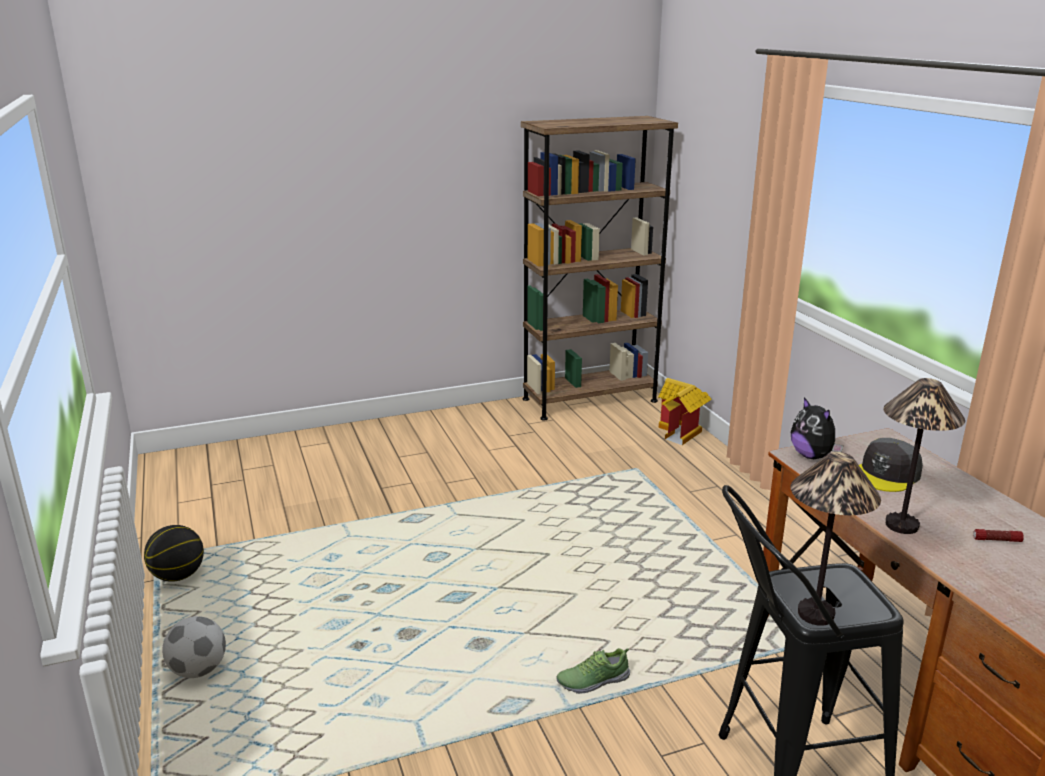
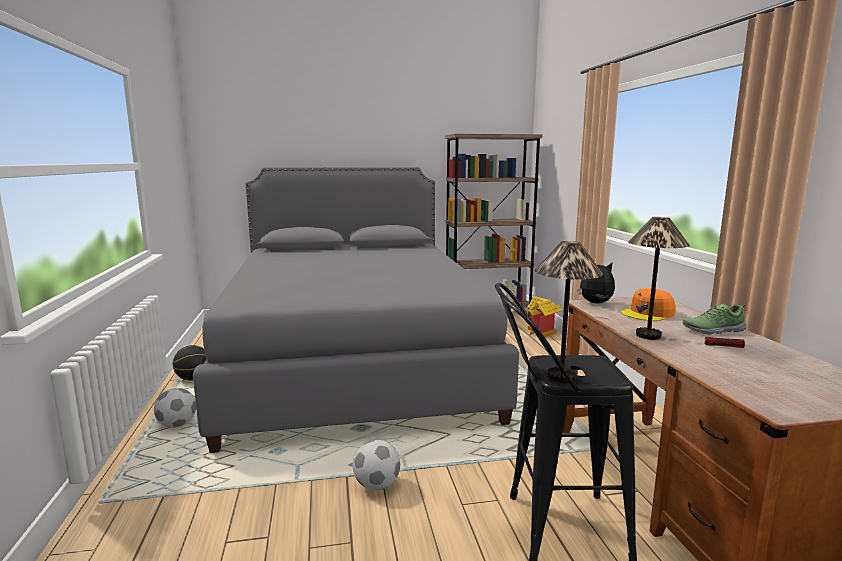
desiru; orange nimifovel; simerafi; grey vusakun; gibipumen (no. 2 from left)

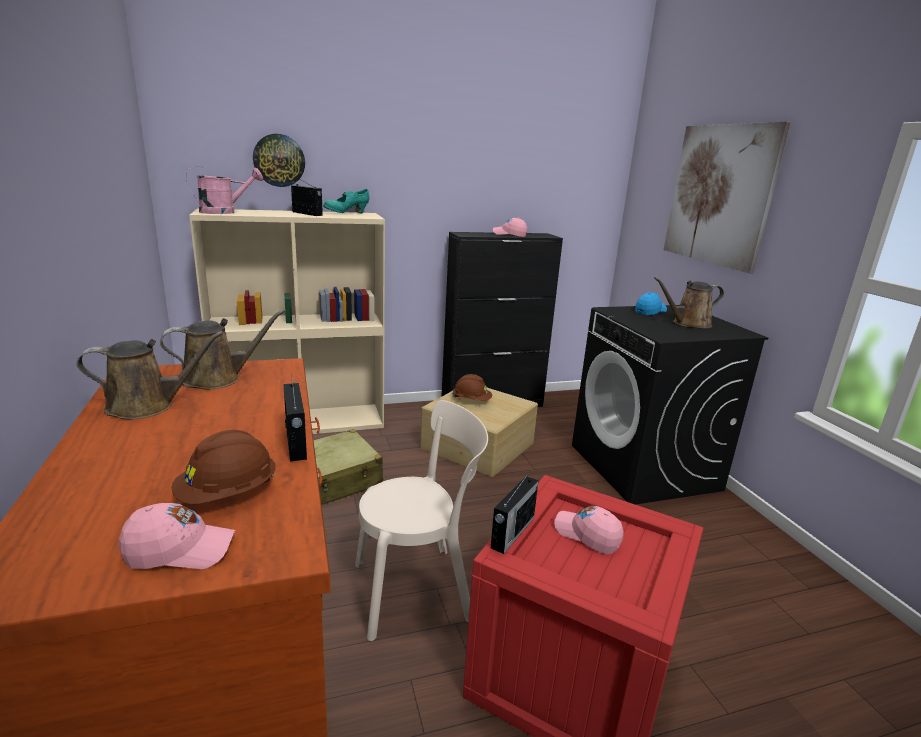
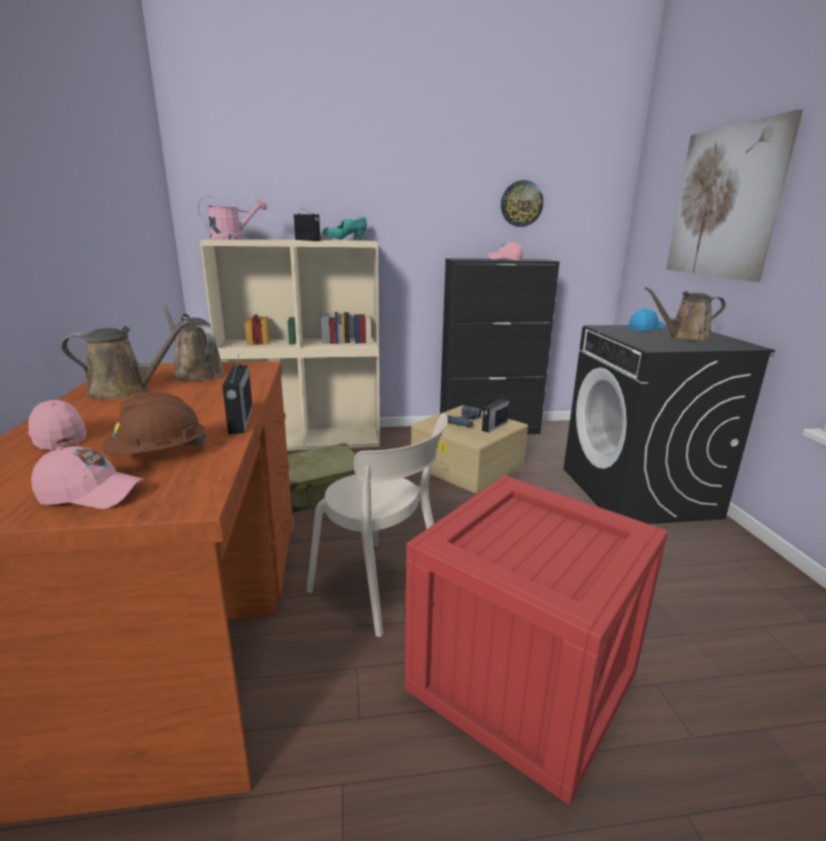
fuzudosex; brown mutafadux (no. 2 from left); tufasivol; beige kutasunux; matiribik (no. 3 from left); pink nimifovel (no. 1 from left)

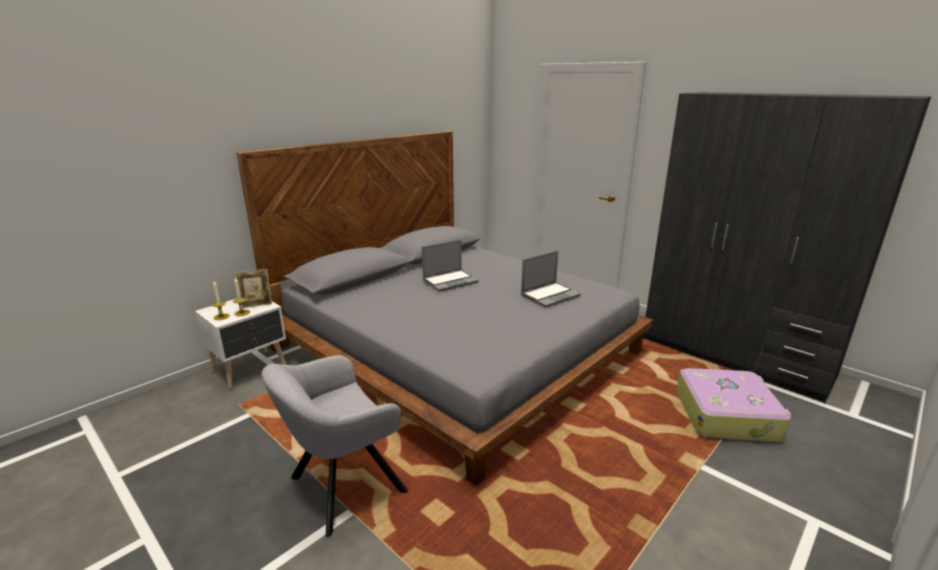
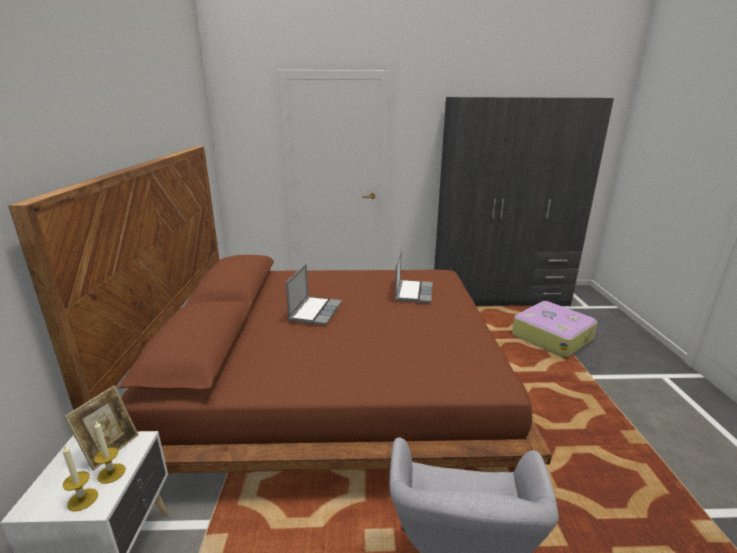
brown vusakun

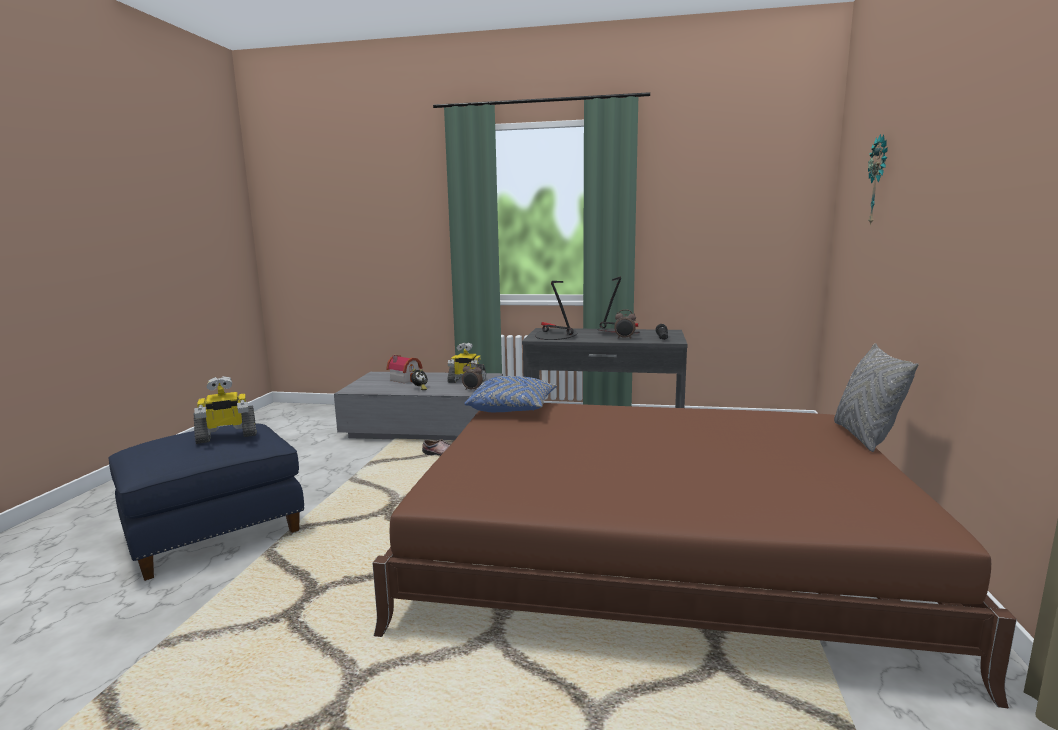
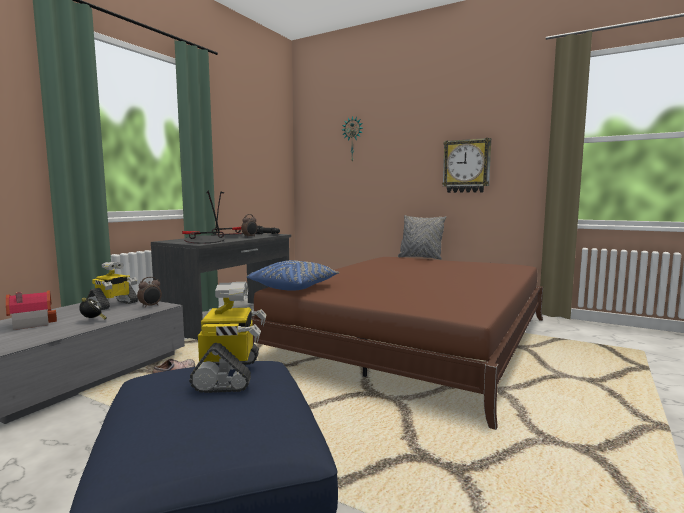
fuzudosex (no. 2 from left)

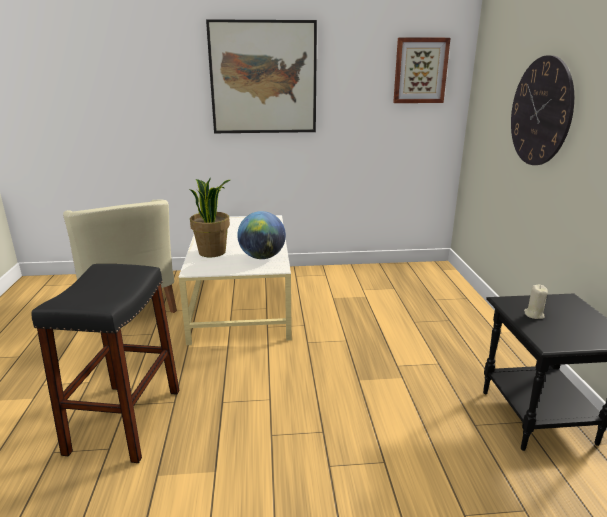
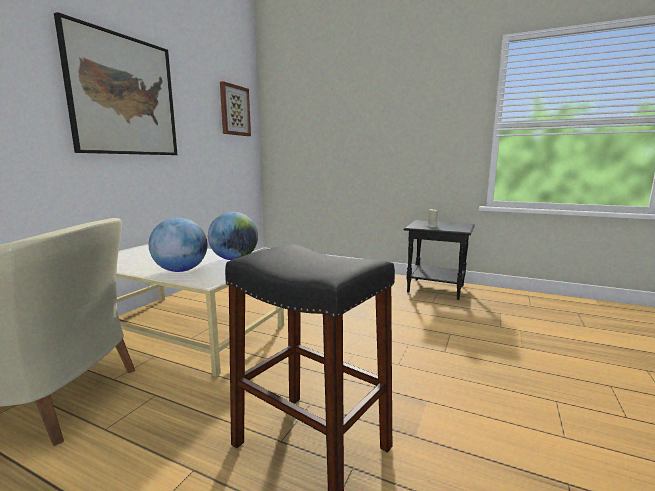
fuzudosex; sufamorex (no. 1 from left)

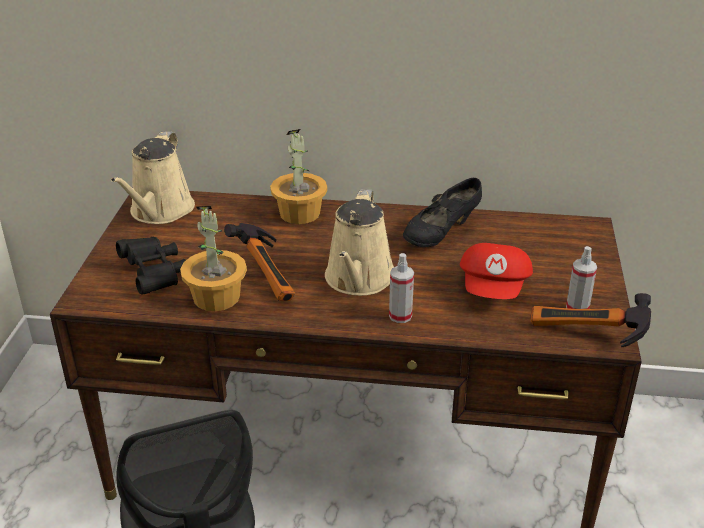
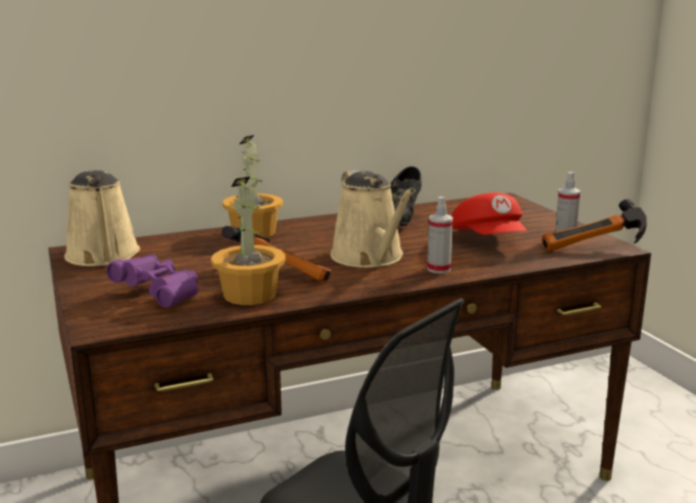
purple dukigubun

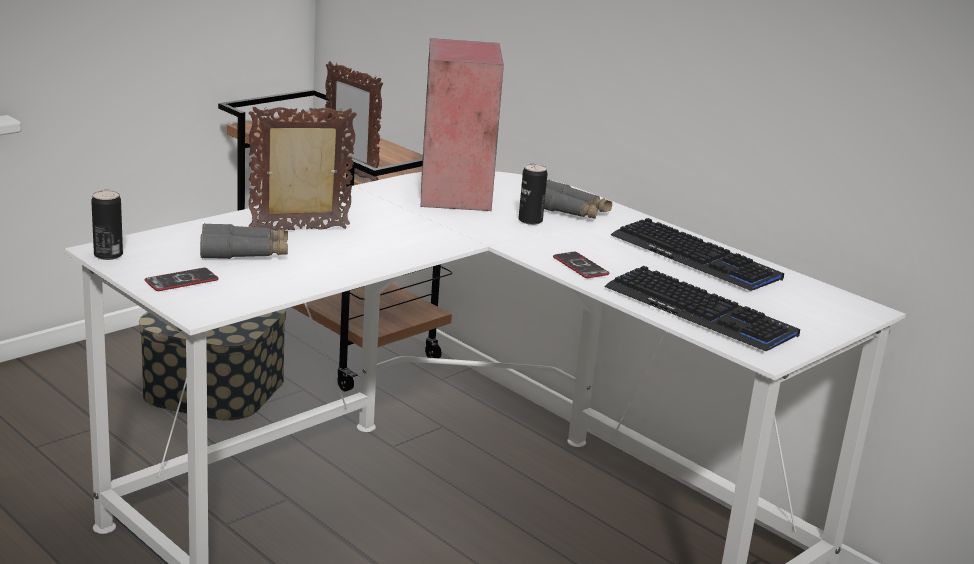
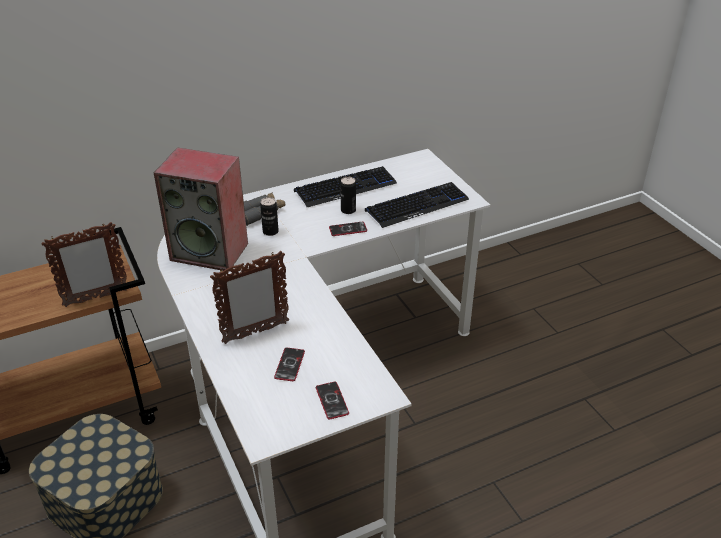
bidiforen (no. 2 from left); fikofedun (no. 2 from left); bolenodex (no. 1 from left)

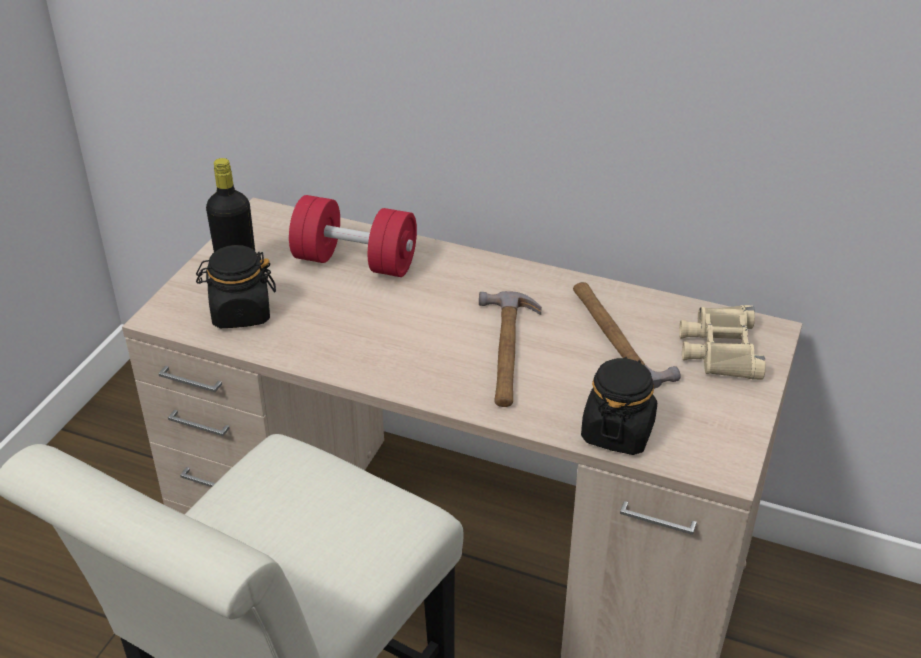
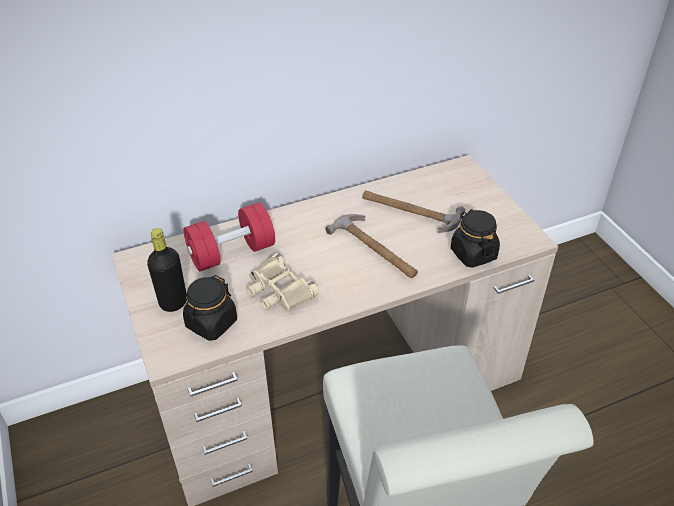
beige dukigubun

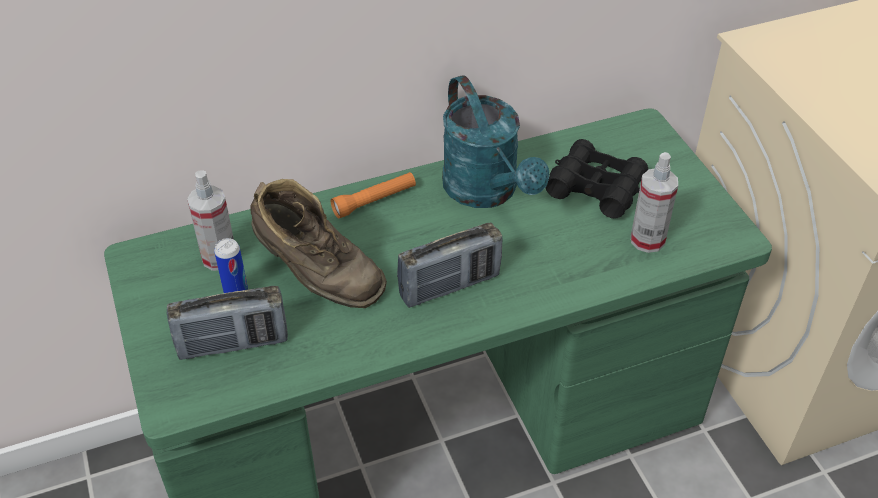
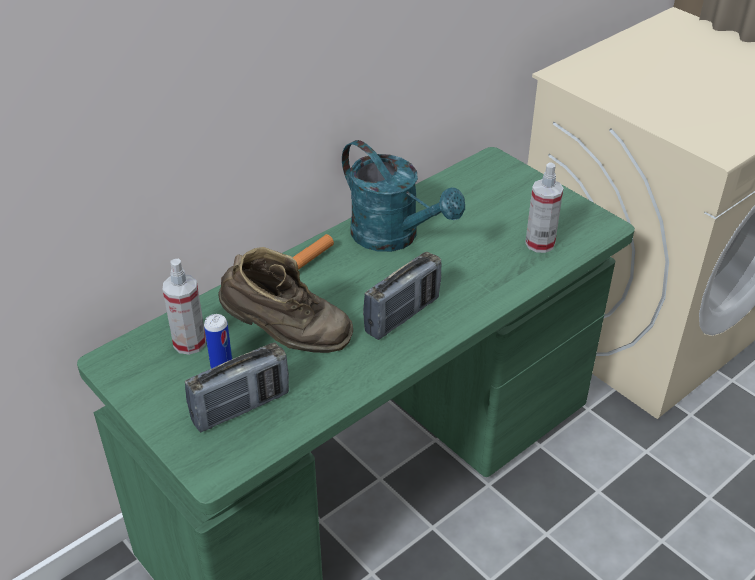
black dukigubun

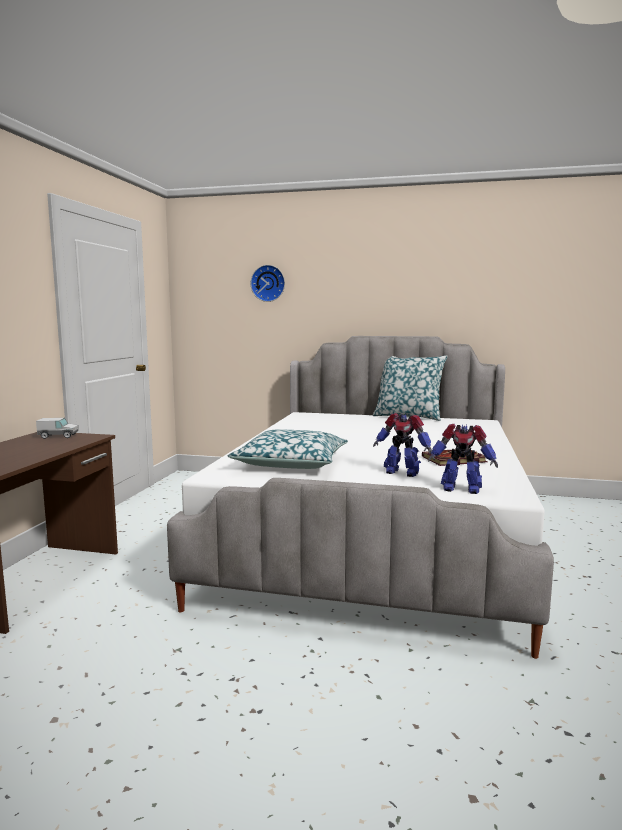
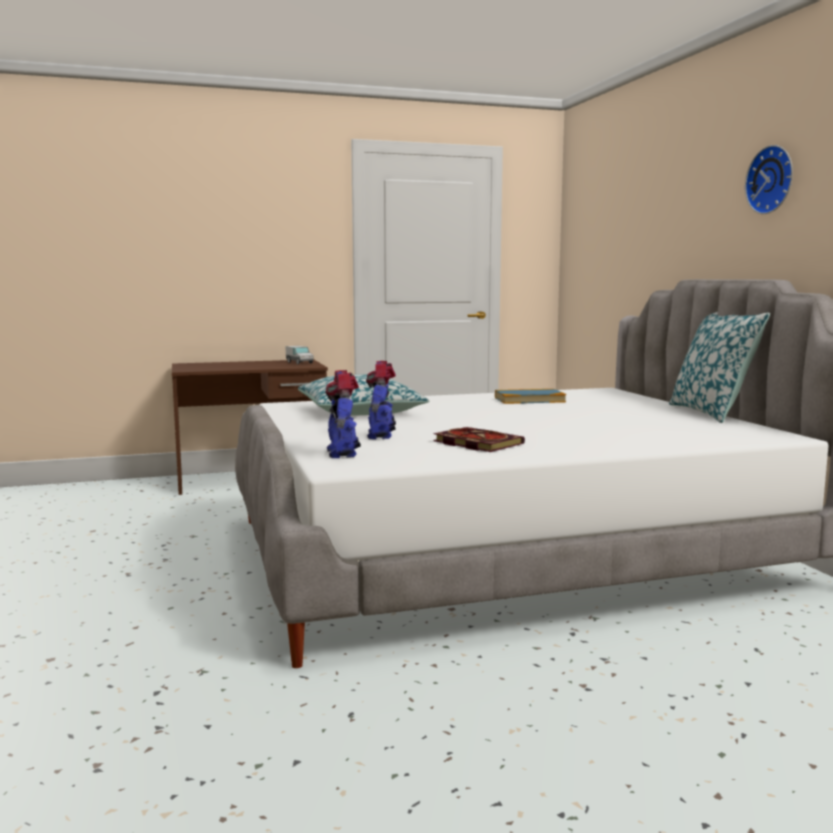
fuzudosex; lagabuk (no. 2 from left)

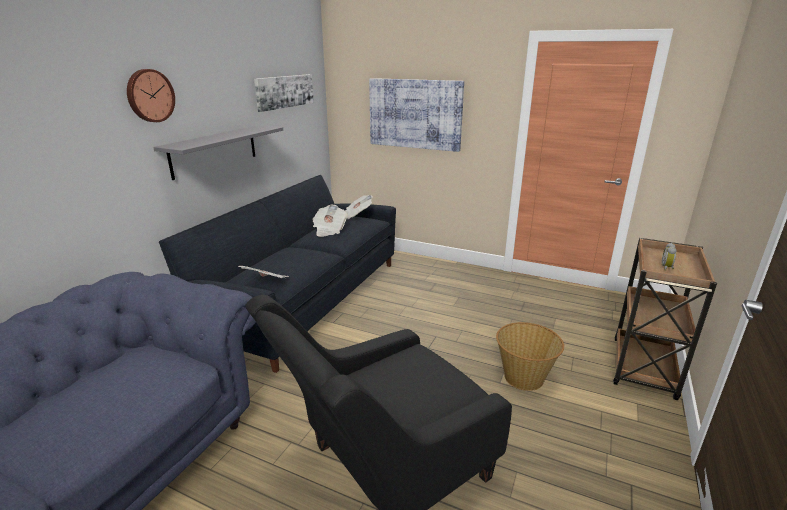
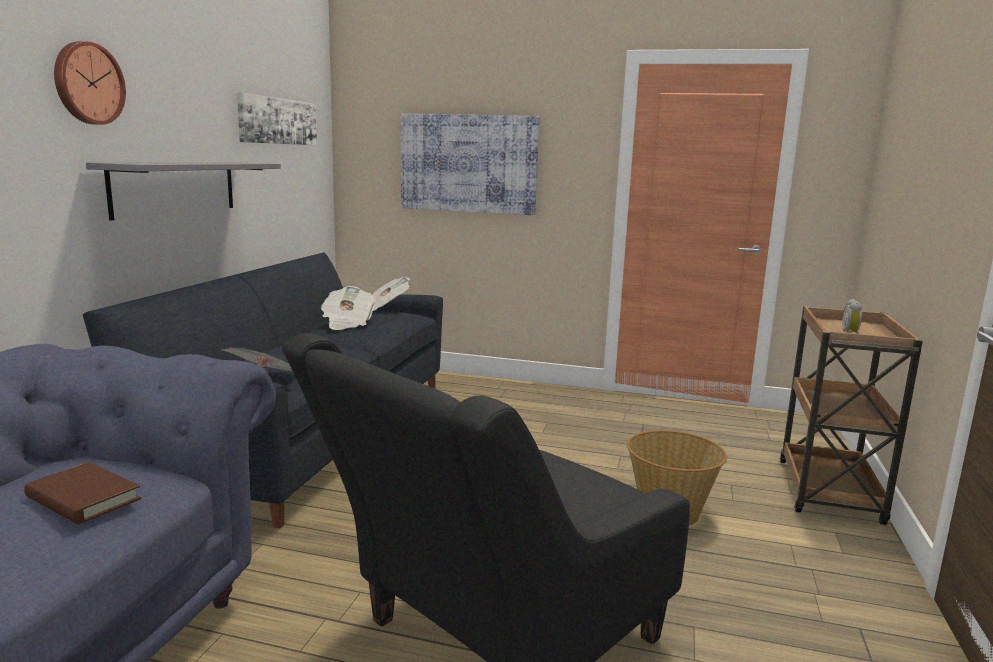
brown lagabuk

